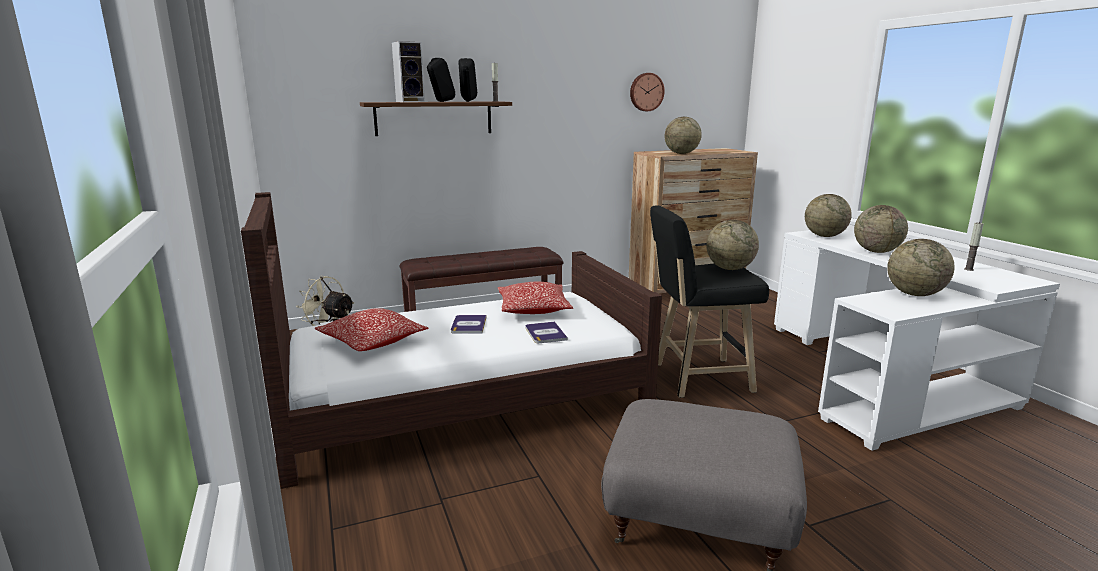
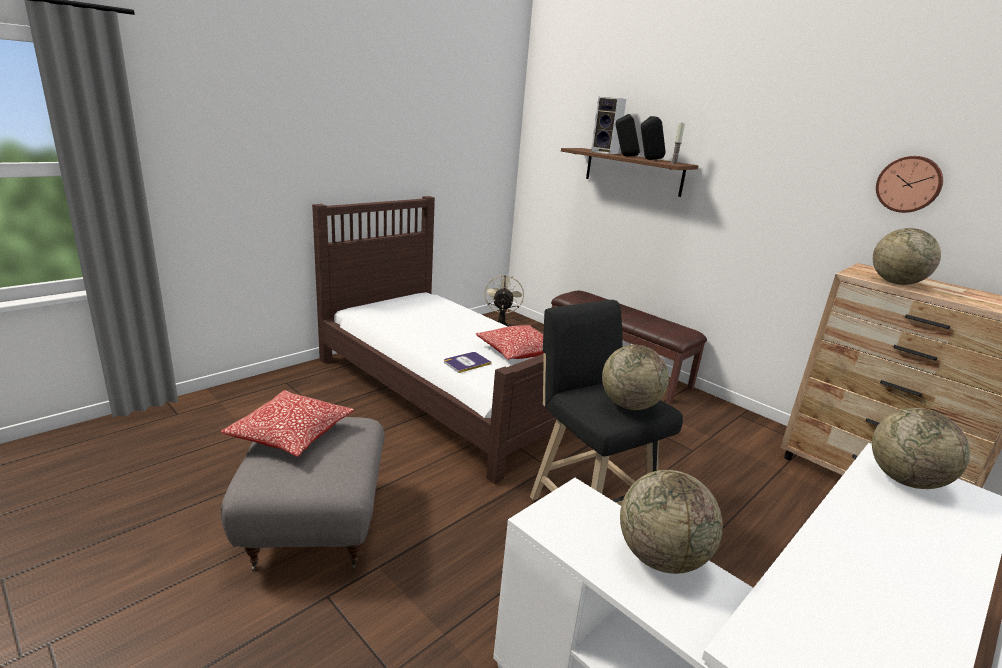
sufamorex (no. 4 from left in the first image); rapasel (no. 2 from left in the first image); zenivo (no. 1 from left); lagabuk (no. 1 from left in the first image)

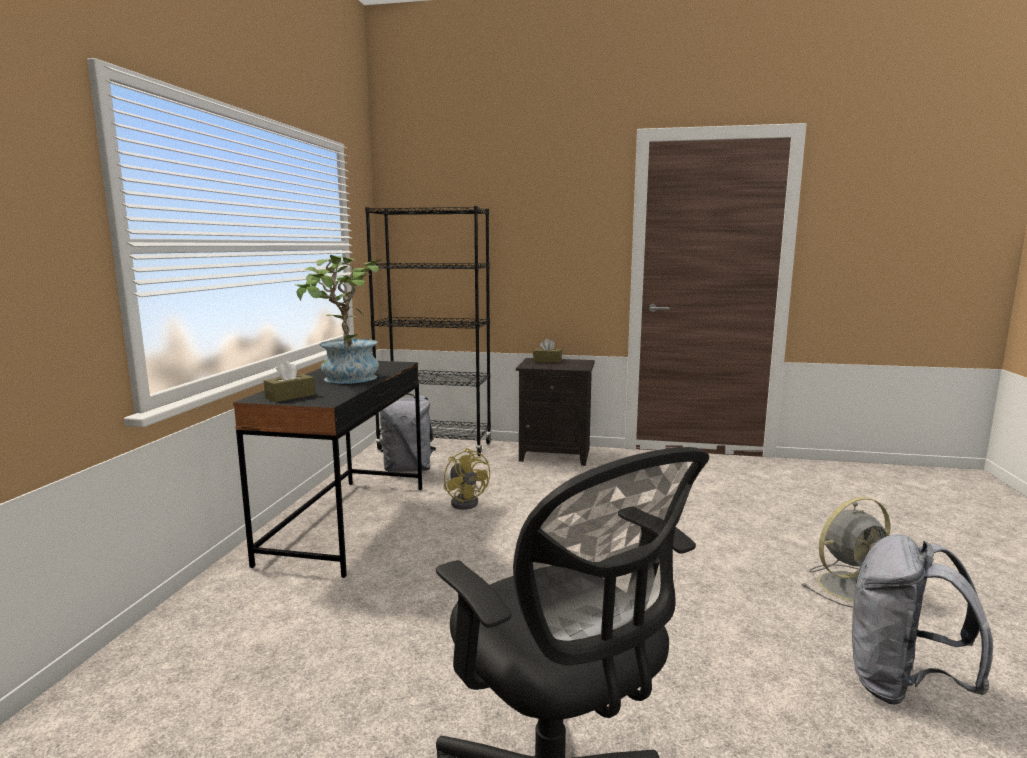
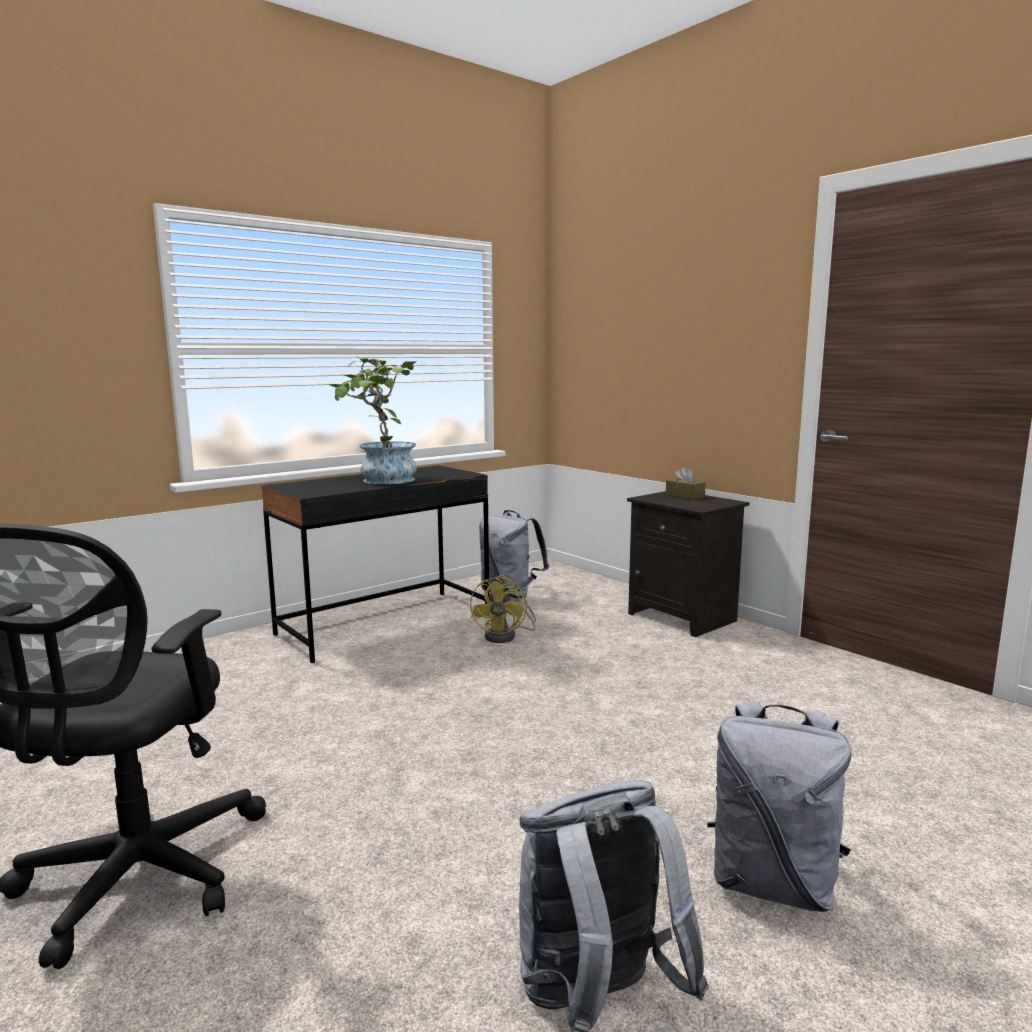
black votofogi; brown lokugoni (no. 1 from left in the first image); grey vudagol (no. 3 from left)

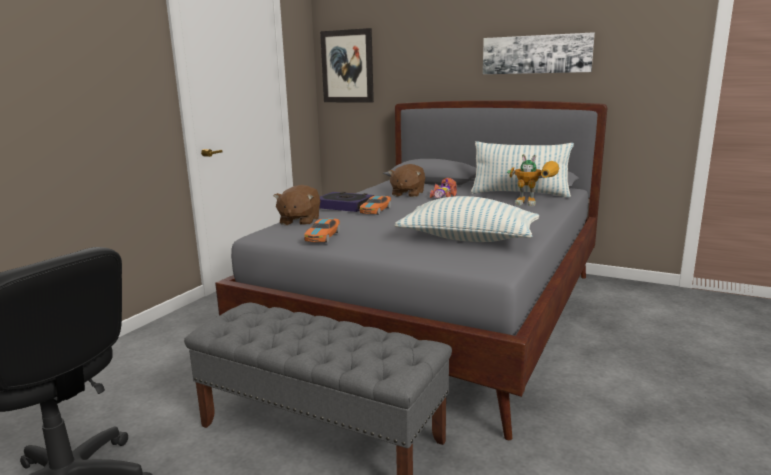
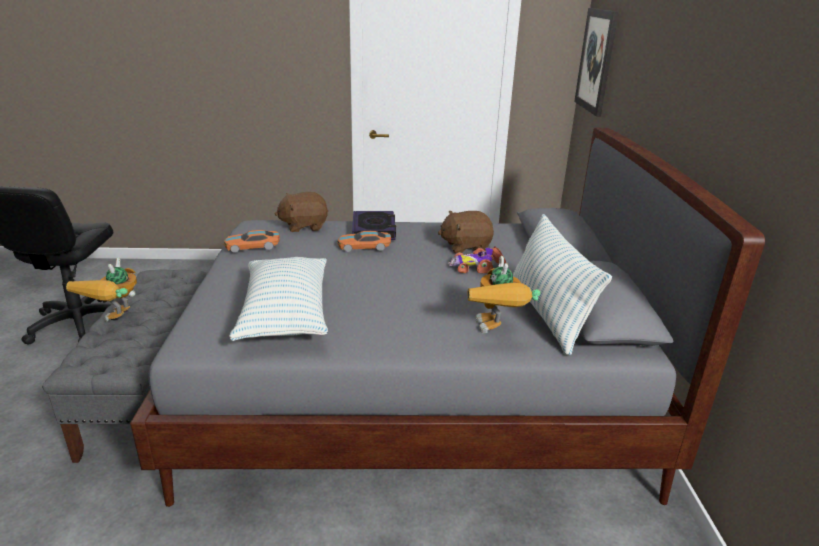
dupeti (no. 2 from left in the first image); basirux (no. 1 from left)

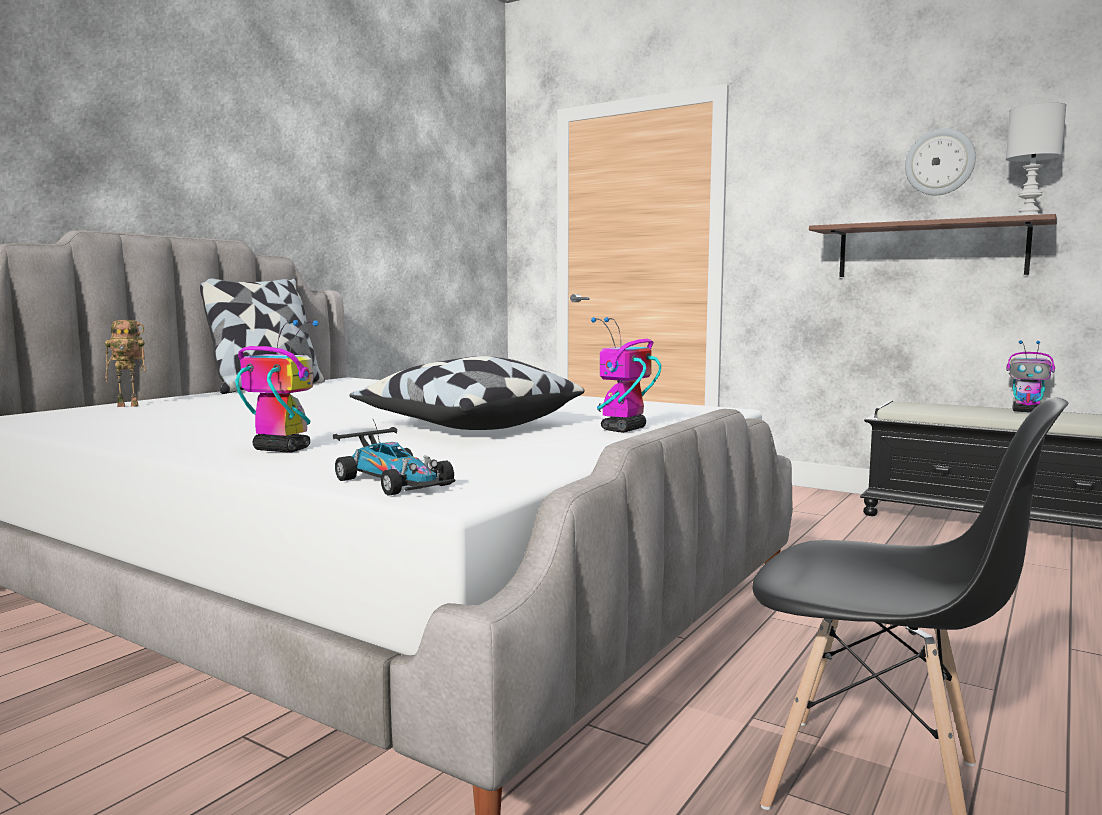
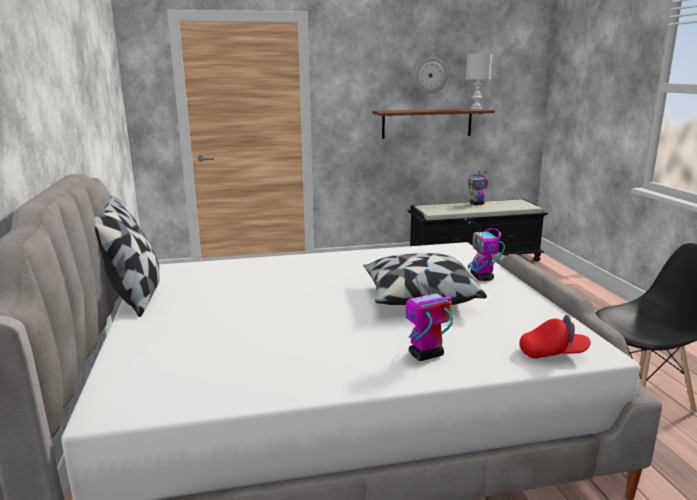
basirux (no. 1 from left in the first image); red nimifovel

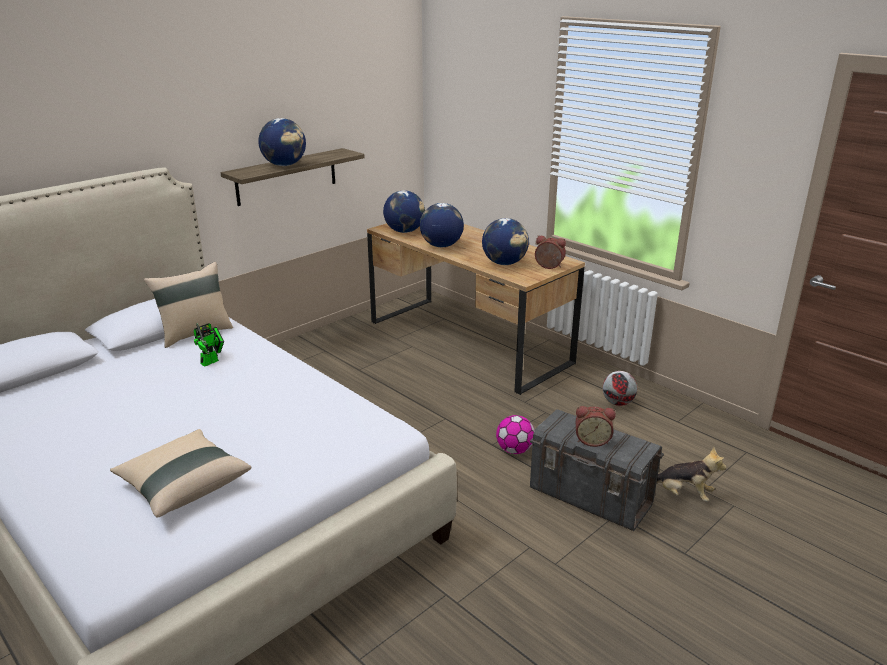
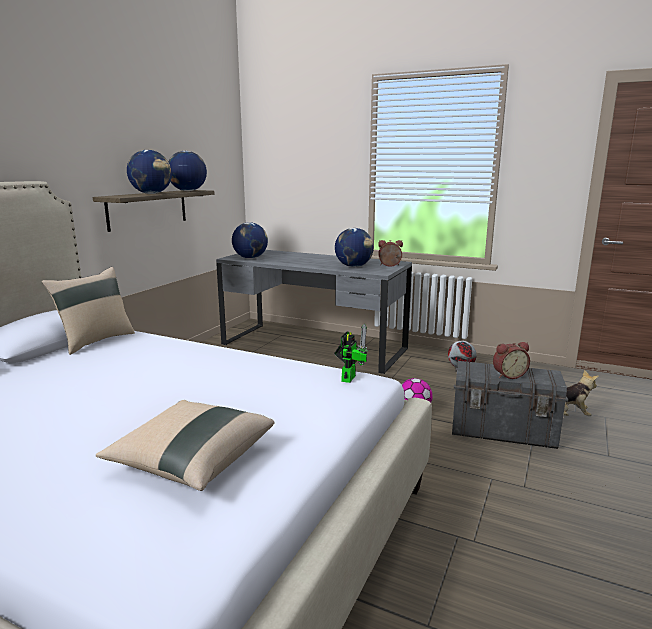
sufamorex (no. 2 from left); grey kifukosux; basirux

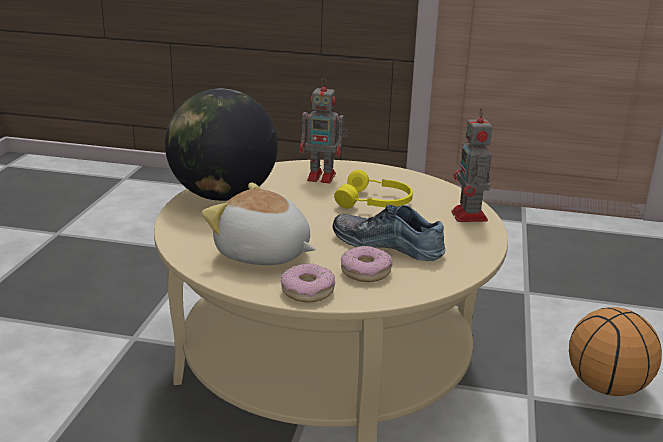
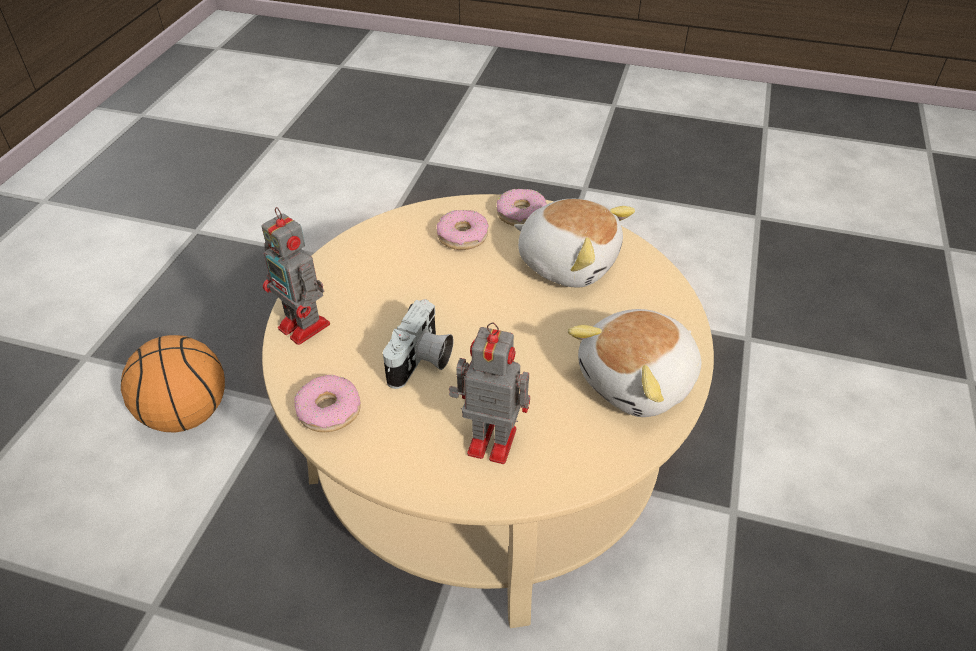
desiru (no. 2 from left); basirux (no. 1 from left); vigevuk; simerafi; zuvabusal (no. 1 from left)

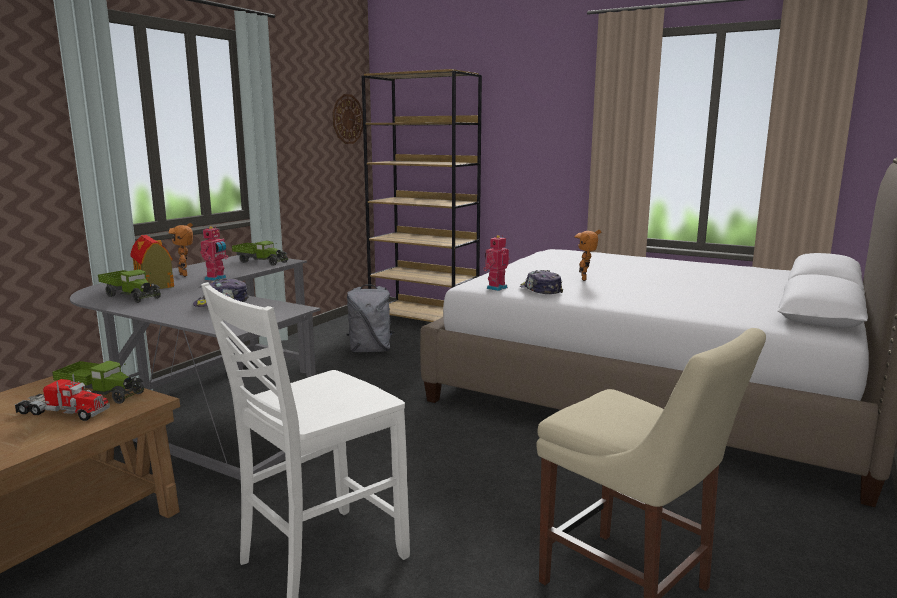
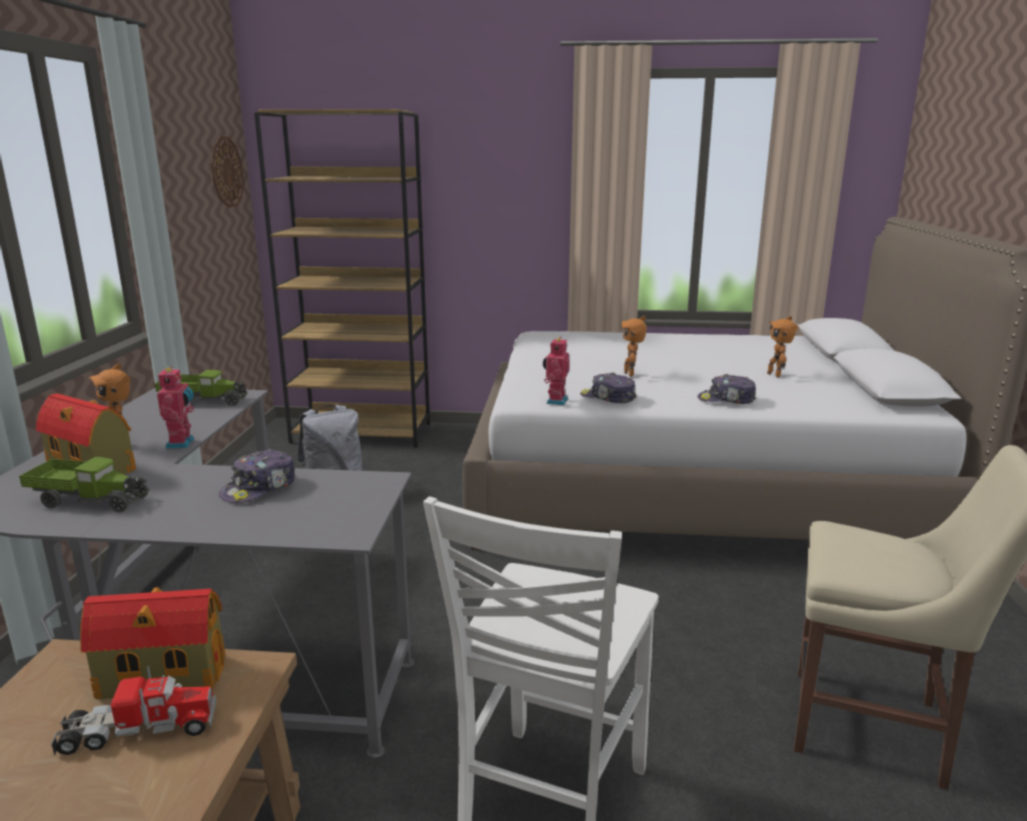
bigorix (no. 2 from left); basirux (no. 5 from left); nimifovel (no. 3 from left)

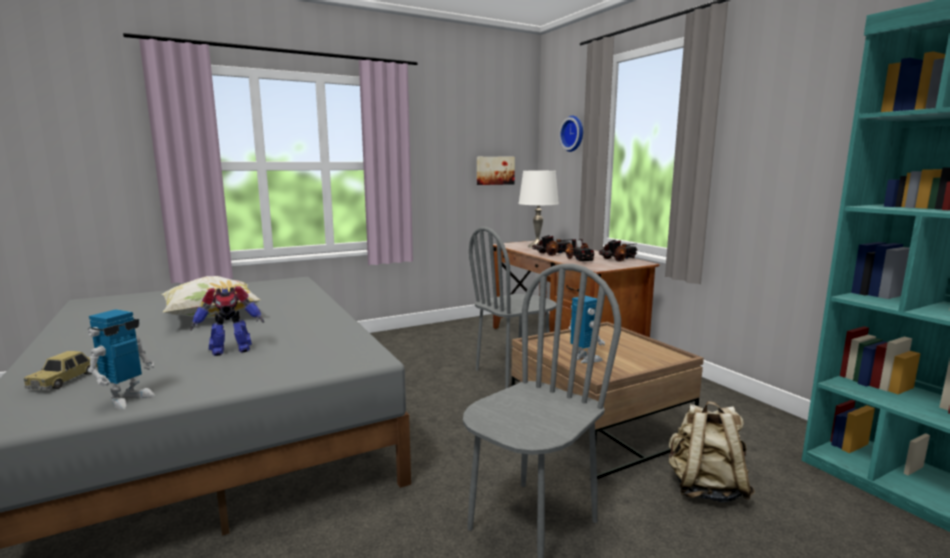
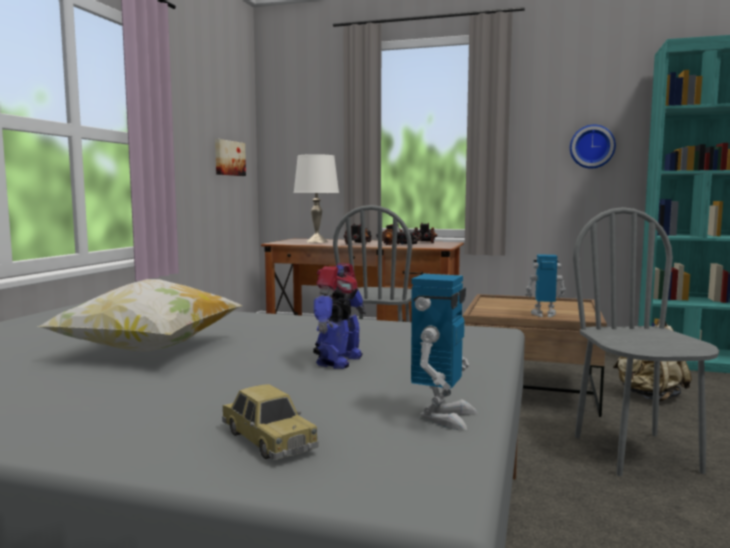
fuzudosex; basirux (no. 2 from left)

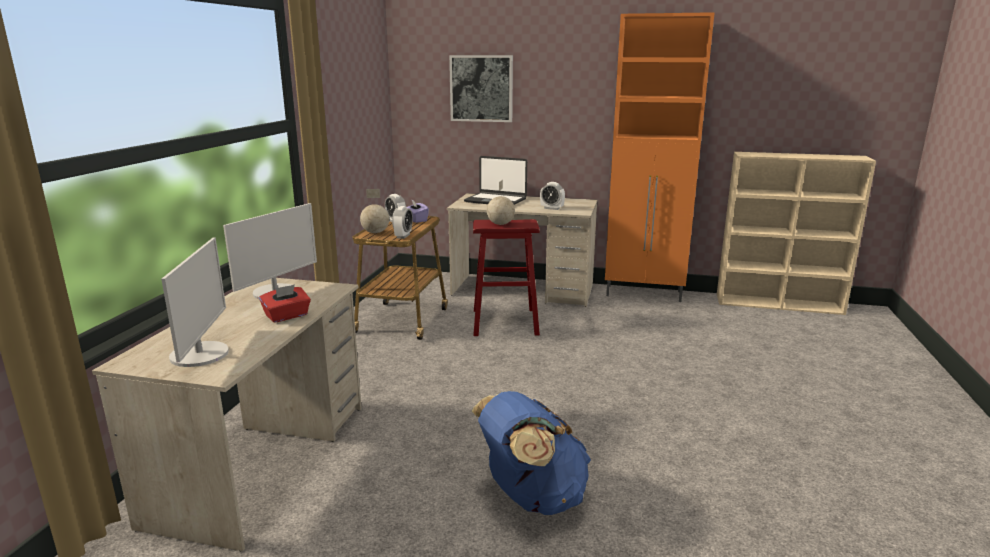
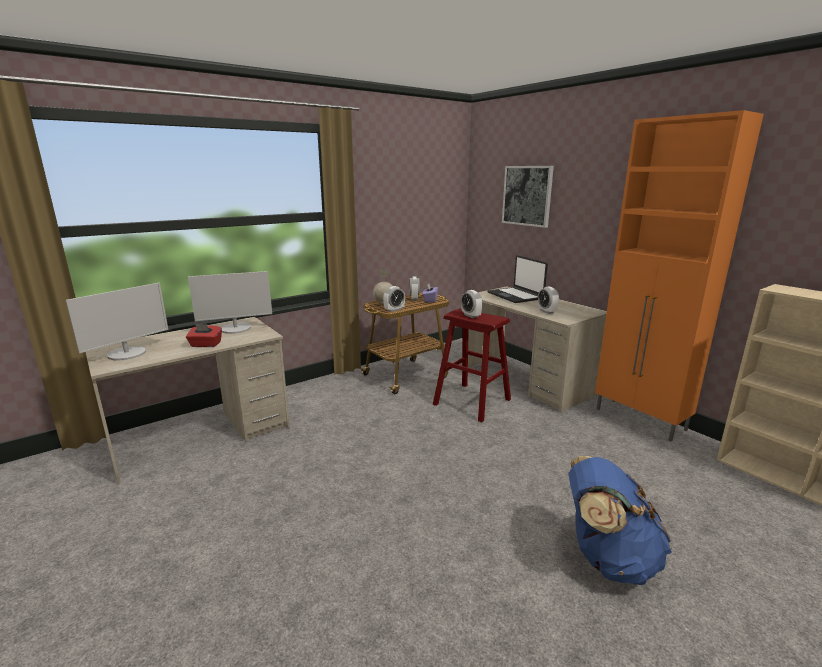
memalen (no. 3 from left); blue vudagol

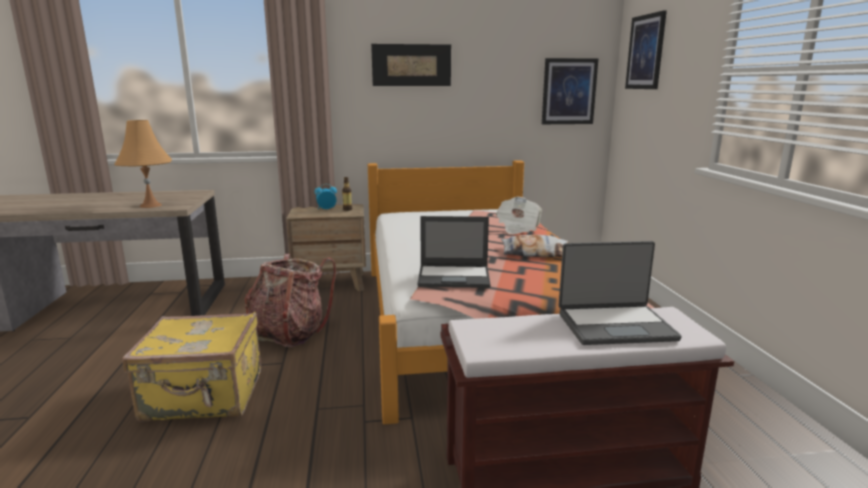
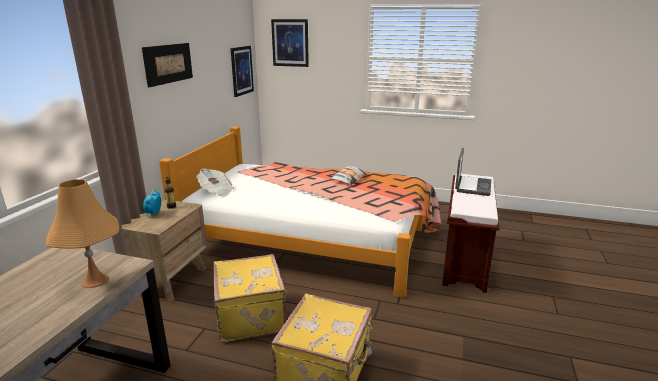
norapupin; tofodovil (no. 1 from left in the first image); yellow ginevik (no. 1 from left)

